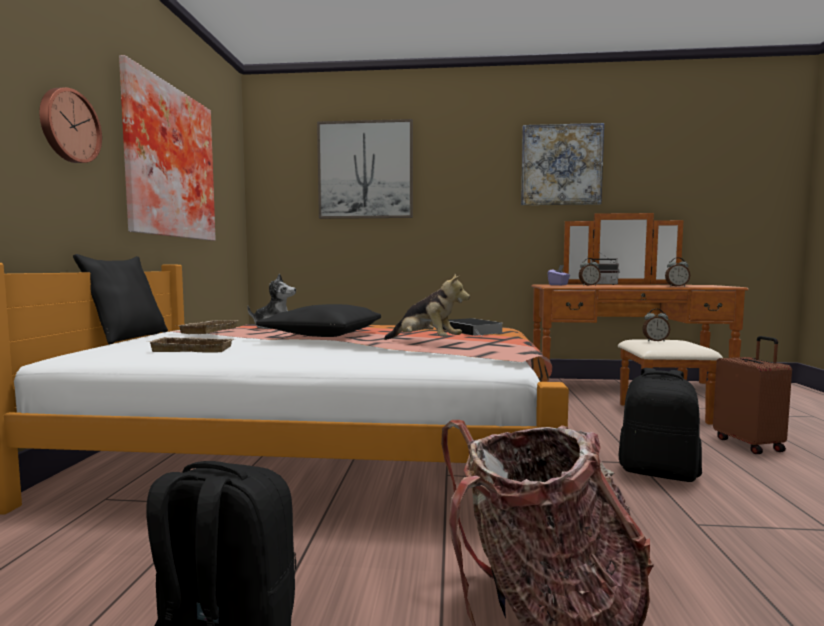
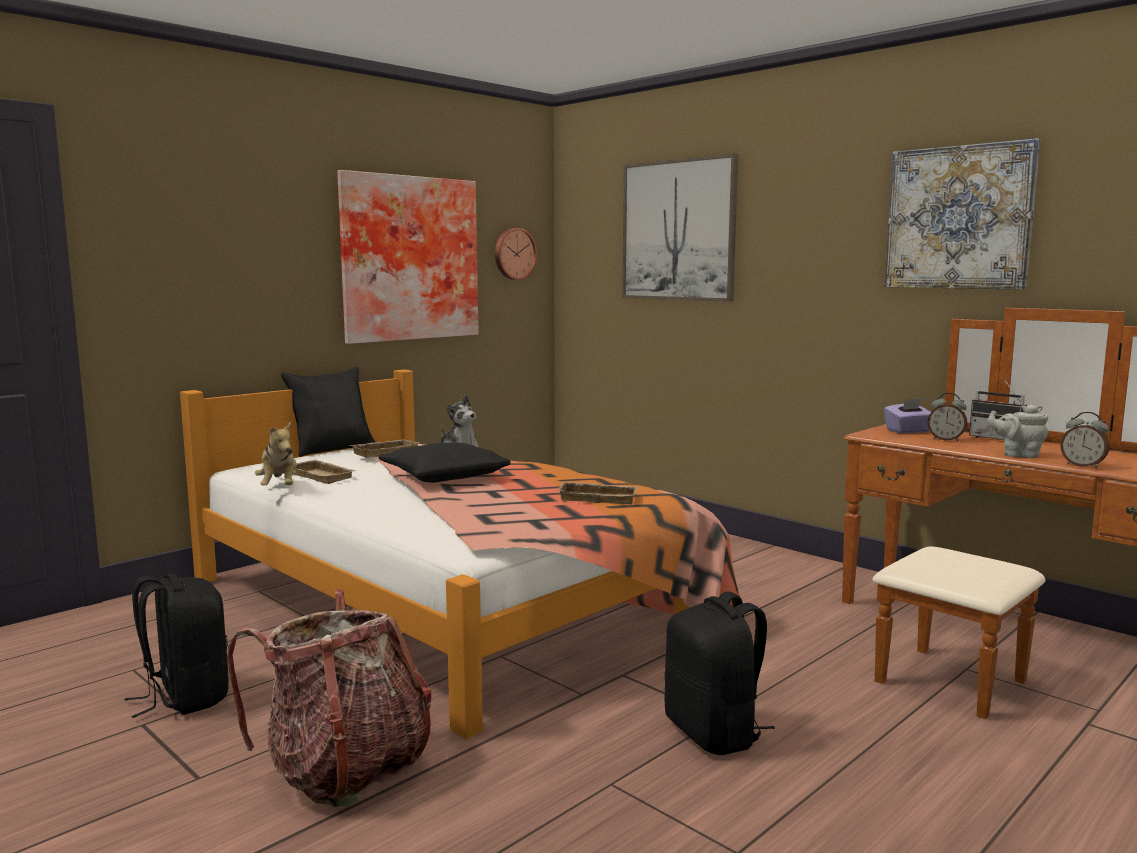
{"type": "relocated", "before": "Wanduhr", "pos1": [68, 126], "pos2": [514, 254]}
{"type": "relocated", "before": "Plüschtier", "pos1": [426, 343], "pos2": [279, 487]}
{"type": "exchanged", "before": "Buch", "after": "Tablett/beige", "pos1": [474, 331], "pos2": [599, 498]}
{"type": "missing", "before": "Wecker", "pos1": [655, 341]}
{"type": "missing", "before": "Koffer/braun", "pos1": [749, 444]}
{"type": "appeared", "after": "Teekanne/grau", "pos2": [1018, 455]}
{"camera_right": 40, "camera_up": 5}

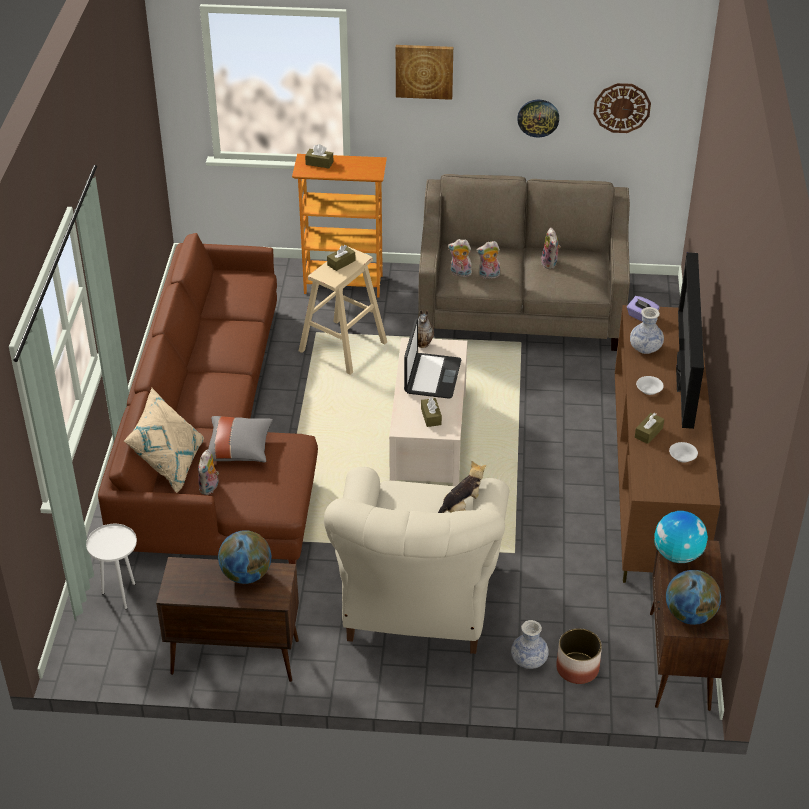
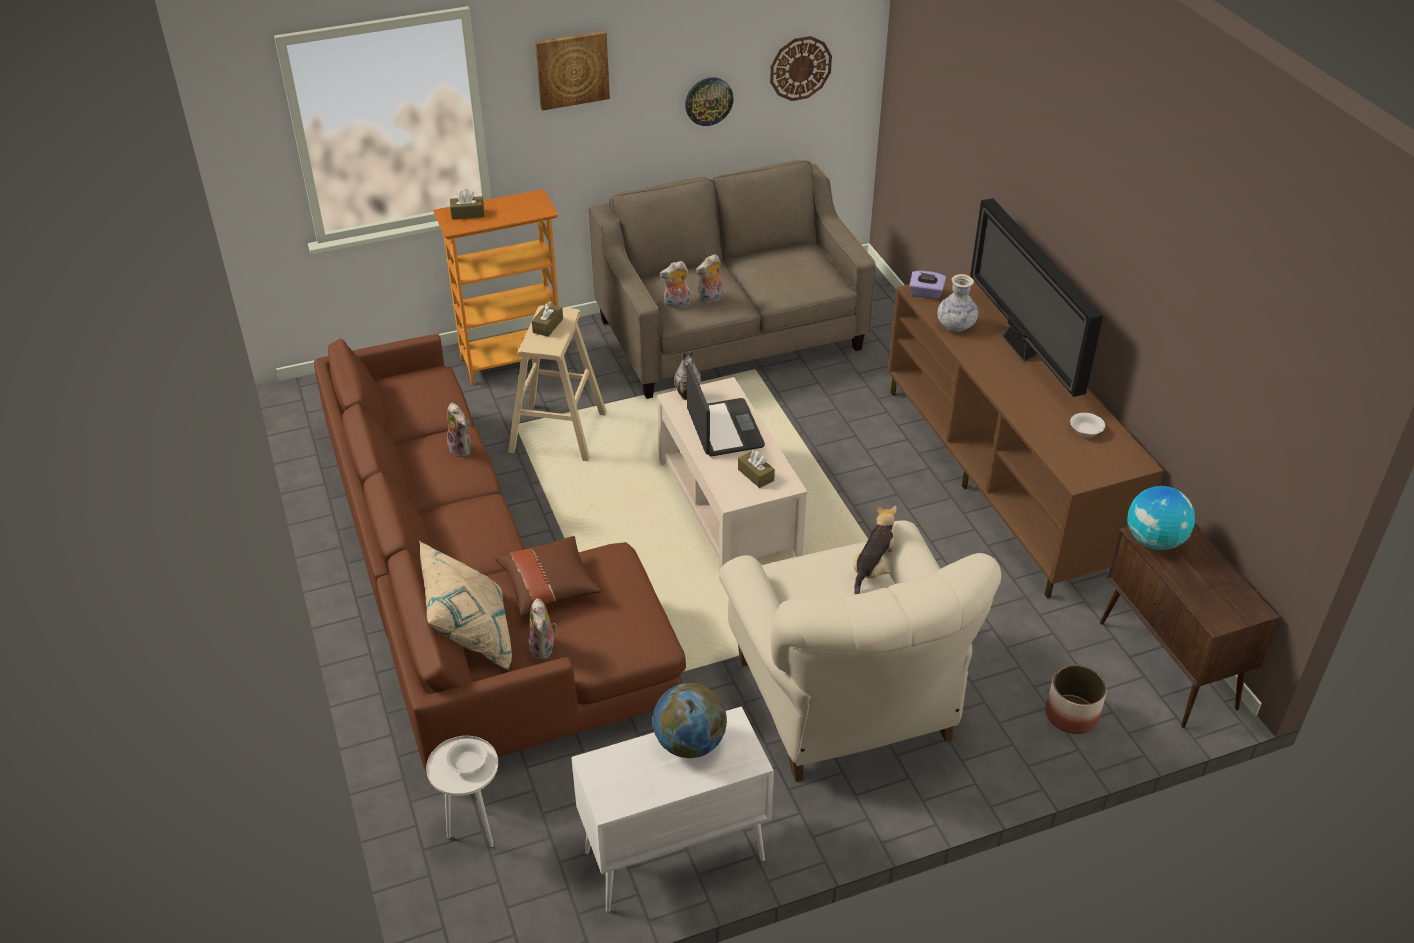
{"type": "colour", "before": "Schrank/braun", "after": "Schrank/weiß", "pos1": [233, 657], "pos2": [672, 857]}
{"type": "colour", "before": "Kissen/grau", "after": "Kissen/braun", "pos1": [239, 449], "pos2": [549, 587]}
{"type": "missing", "before": "Vase", "pos1": [529, 660]}
{"type": "relocated", "before": "Plüschtier", "pos1": [550, 264], "pos2": [462, 449]}
{"type": "missing", "before": "Taschentuchbox/braun", "pos1": [648, 433]}
{"type": "relocated", "before": "Schüssel/weiß", "pos1": [649, 390], "pos2": [467, 762]}
{"type": "missing", "before": "Globus", "pos1": [690, 615]}
{"camera_right": -25, "camera_up": 0}

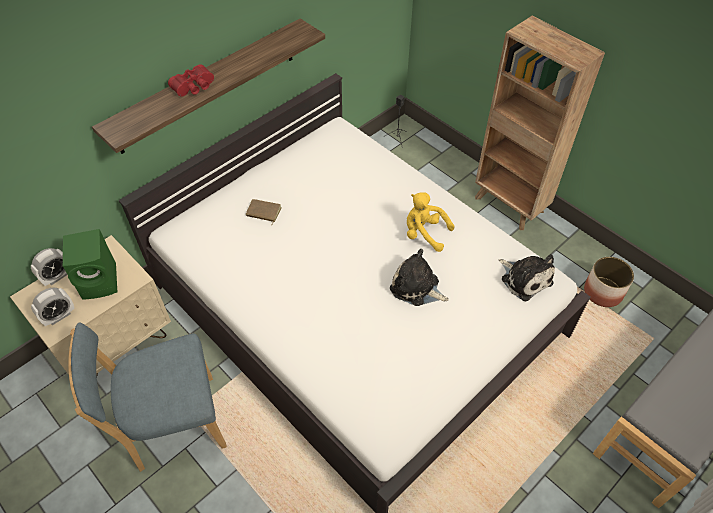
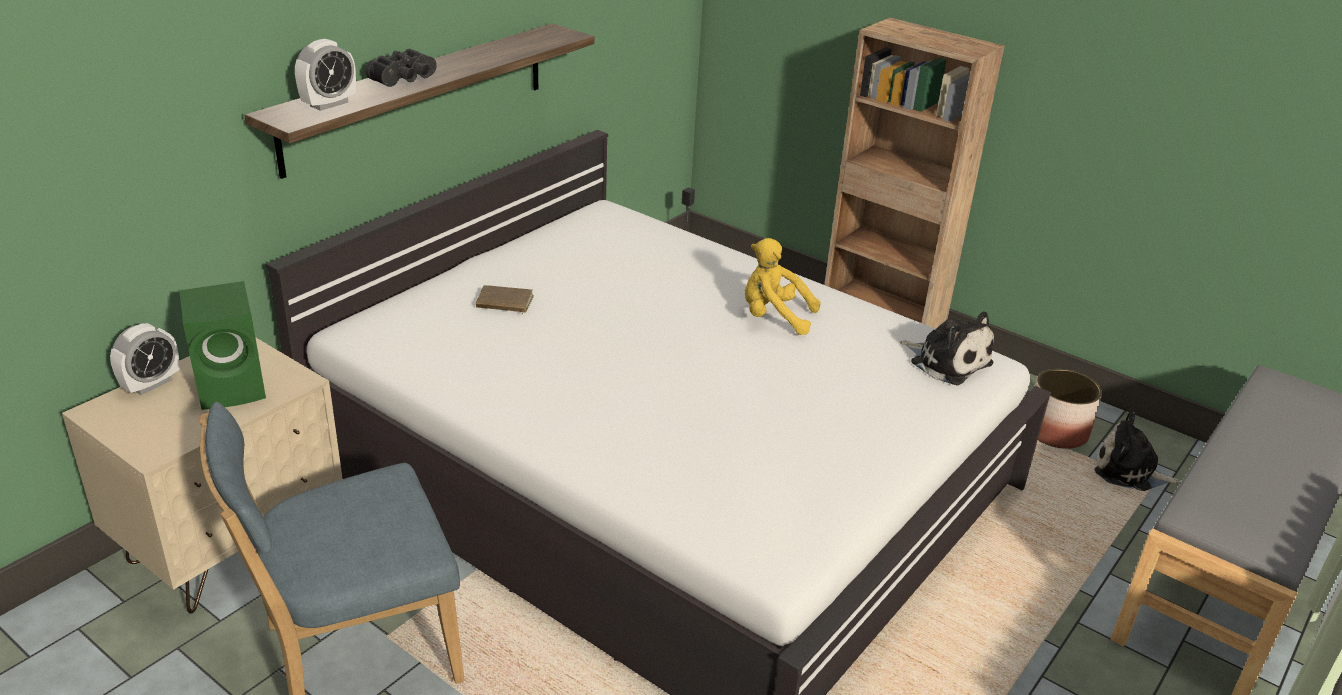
{"type": "relocated", "before": "Wecker", "pos1": [59, 316], "pos2": [329, 104]}
{"type": "colour", "before": "Fernglas/rot", "after": "Fernglas/schwarz", "pos1": [194, 87], "pos2": [406, 79]}
{"type": "relocated", "before": "Plüschtier", "pos1": [417, 287], "pos2": [1129, 471]}
{"camera_right": -10, "camera_up": -20}

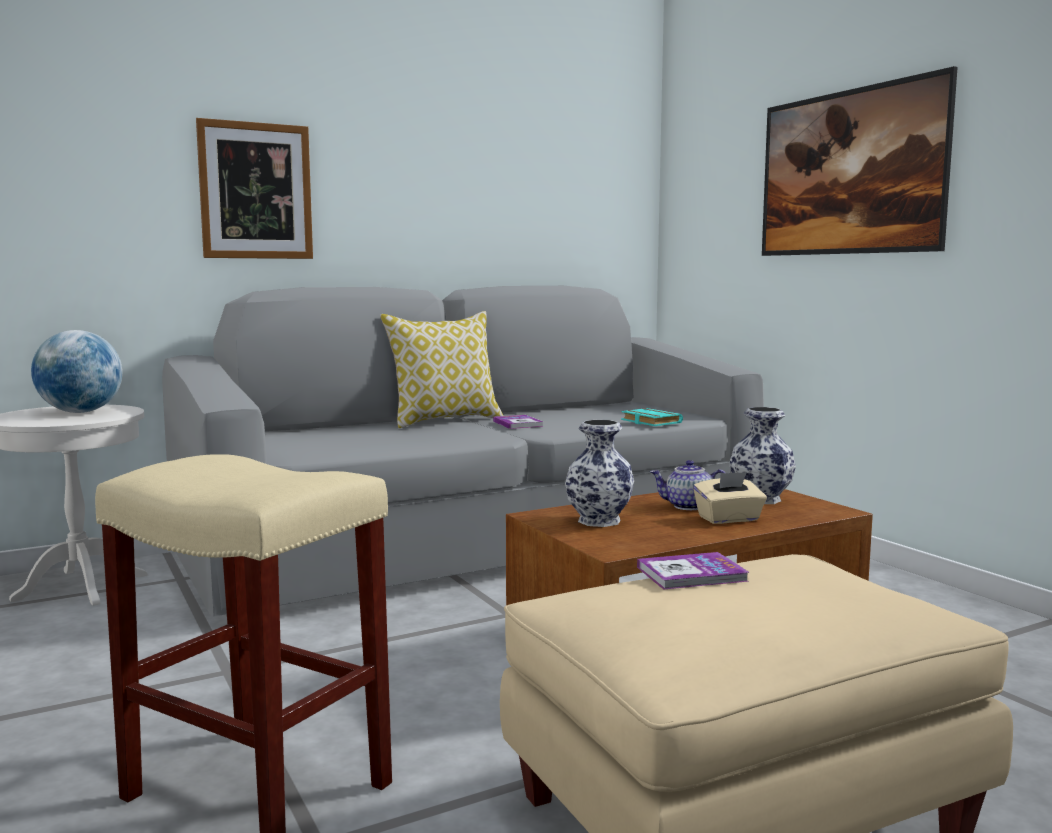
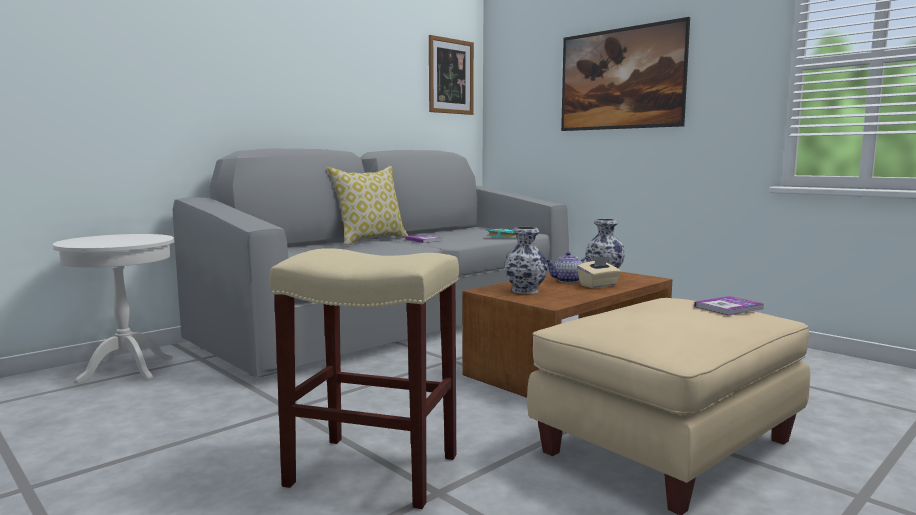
{"type": "missing", "before": "Globus", "pos1": [80, 412]}
{"type": "relocated", "before": "Bild", "pos1": [256, 191], "pos2": [450, 76]}
{"type": "relocated", "before": "Buch", "pos1": [691, 574], "pos2": [729, 308]}
{"camera_right": -15, "camera_up": 0}

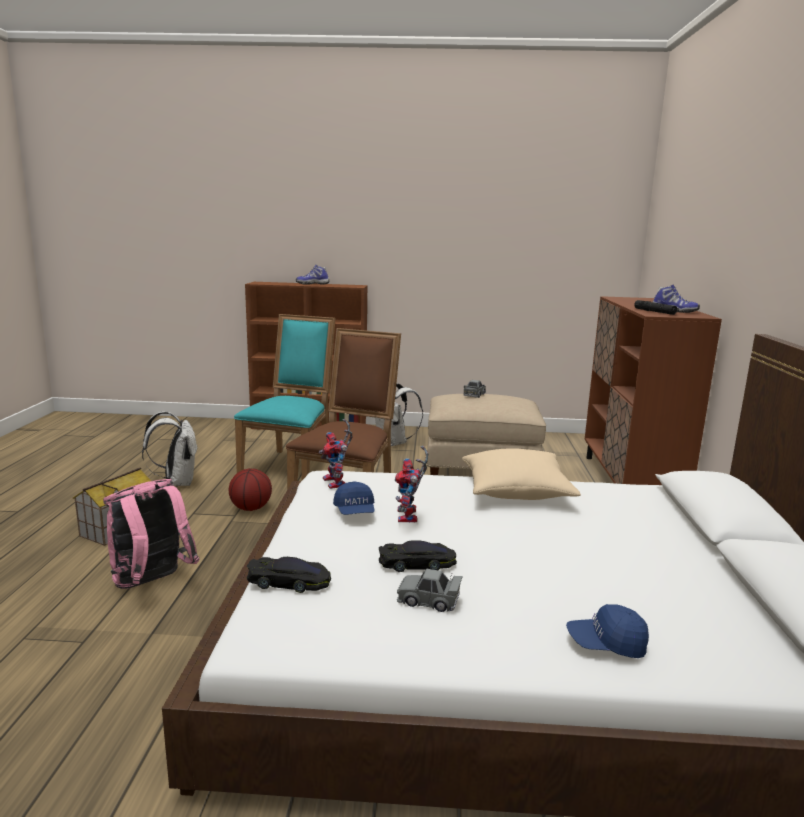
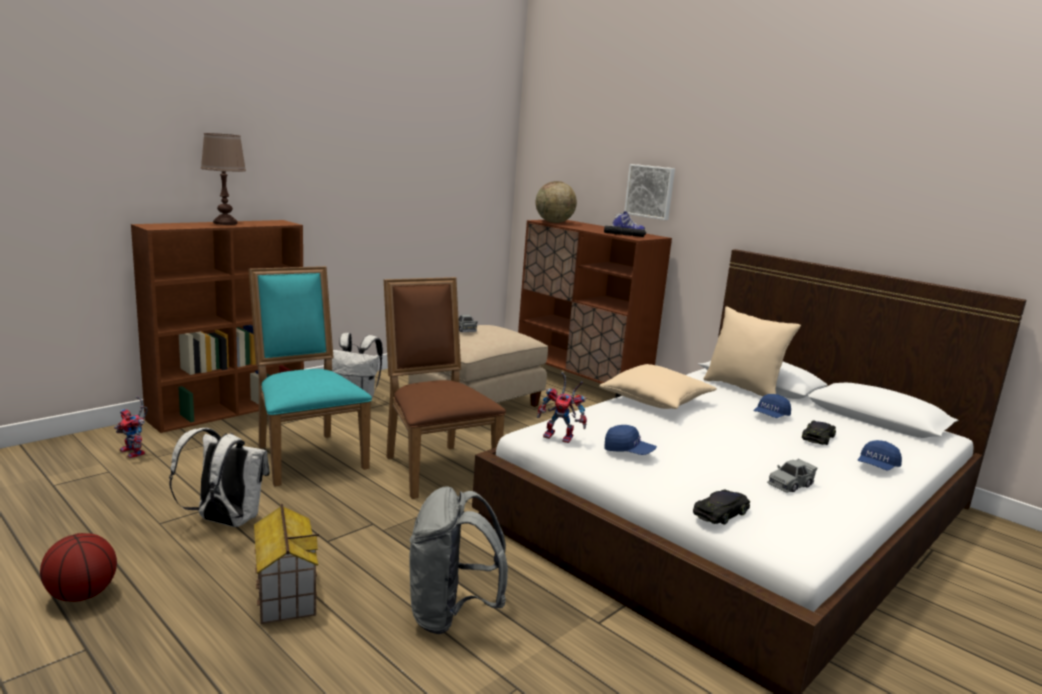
{"type": "colour", "before": "Rucksack/rosa", "after": "Rucksack/grau", "pos1": [151, 583], "pos2": [451, 614]}
{"type": "relocated", "before": "Basketball", "pos1": [251, 508], "pos2": [82, 594]}
{"type": "exchanged", "before": "Schuh", "after": "Tischlampe/braun", "pos1": [312, 284], "pos2": [225, 223]}
{"type": "relocated", "before": "Spielzeugauto/schwarz", "pos1": [417, 563], "pos2": [818, 437]}
{"type": "relocated", "before": "Spielzeugroboter", "pos1": [410, 517], "pos2": [135, 452]}
{"type": "appeared", "after": "Globus", "pos2": [554, 222]}
{"type": "appeared", "after": "Bild", "pos2": [650, 191]}
{"type": "appeared", "after": "Kissen/beige", "pos2": [743, 388]}
{"type": "appeared", "after": "Kappe/blau", "pos2": [770, 416]}
{"camera_right": -50, "camera_up": 0}

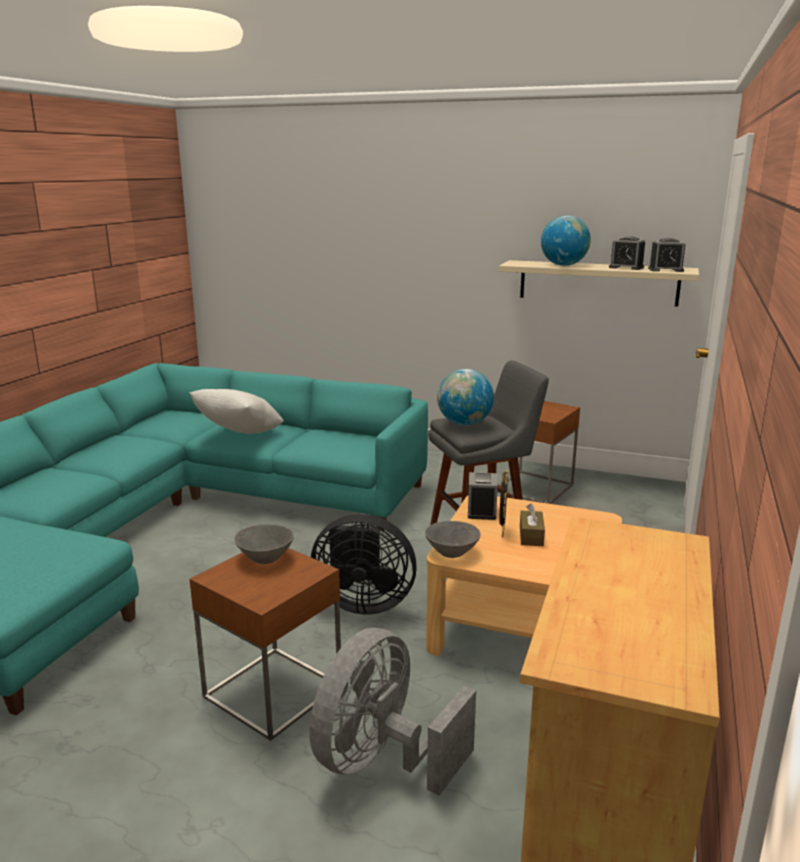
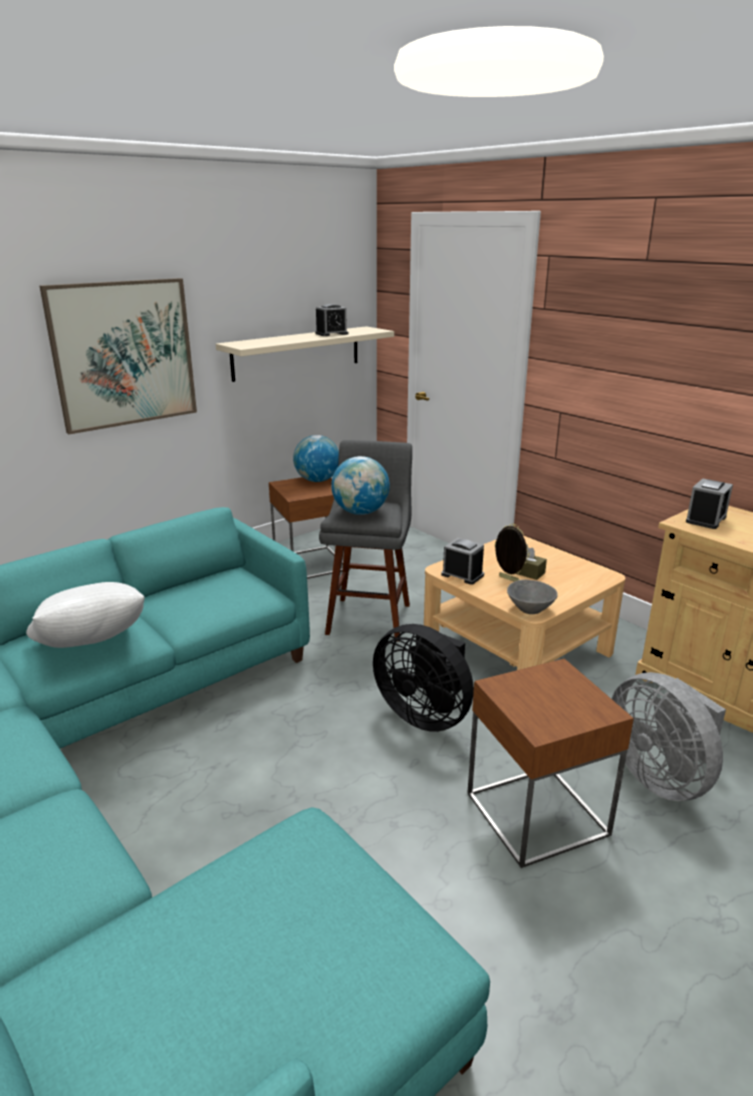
{"type": "missing", "before": "Schüssel/grau", "pos1": [265, 558]}
{"type": "spun", "before": "Ventilator/schwarz", "pos1": [362, 603], "pos2": [425, 714], "turn": 90}
{"type": "relocated", "before": "Globus", "pos1": [563, 265], "pos2": [317, 480]}
{"type": "relocated", "before": "Wecker", "pos1": [665, 270], "pos2": [706, 519]}
{"type": "appeared", "after": "Bild", "pos2": [124, 354]}
{"camera_right": -60, "camera_up": 5}

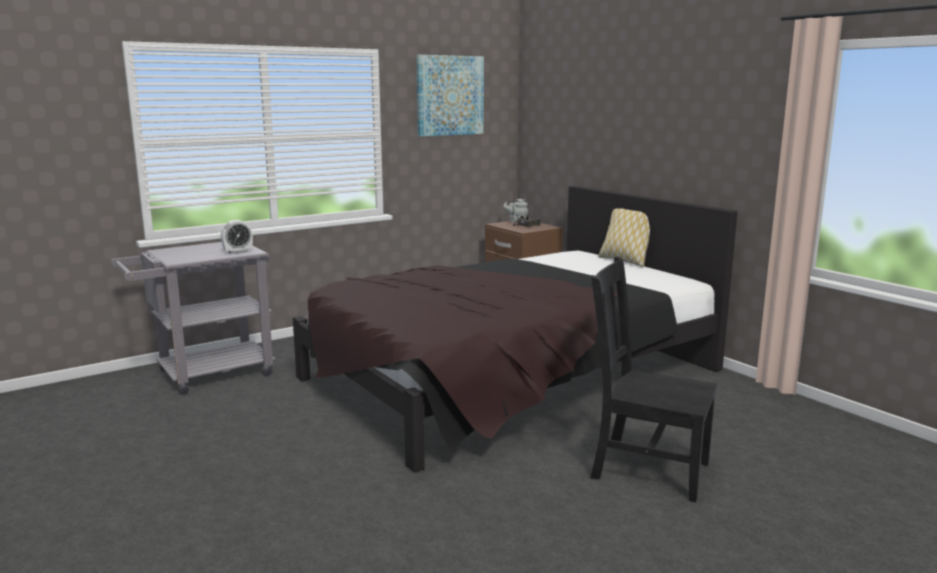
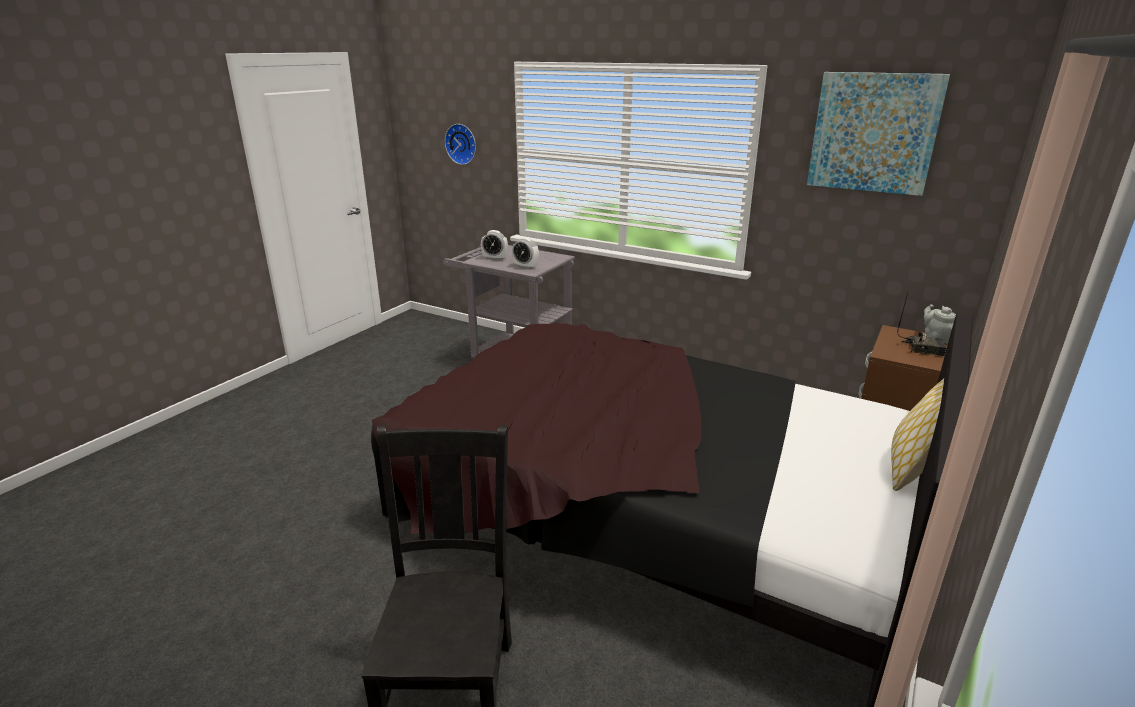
{"type": "appeared", "after": "Wanduhr", "pos2": [462, 144]}
{"type": "appeared", "after": "Wecker", "pos2": [495, 258]}
{"camera_right": 65, "camera_up": 10}

